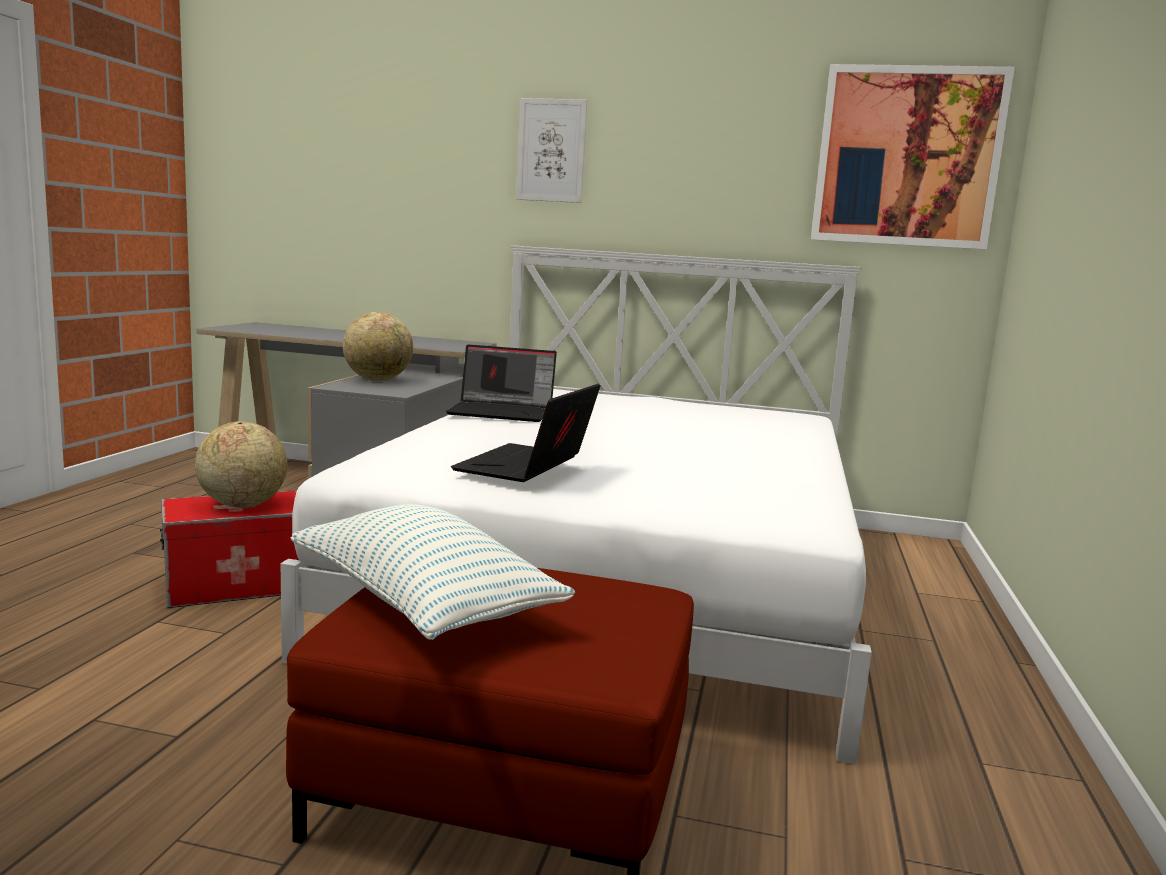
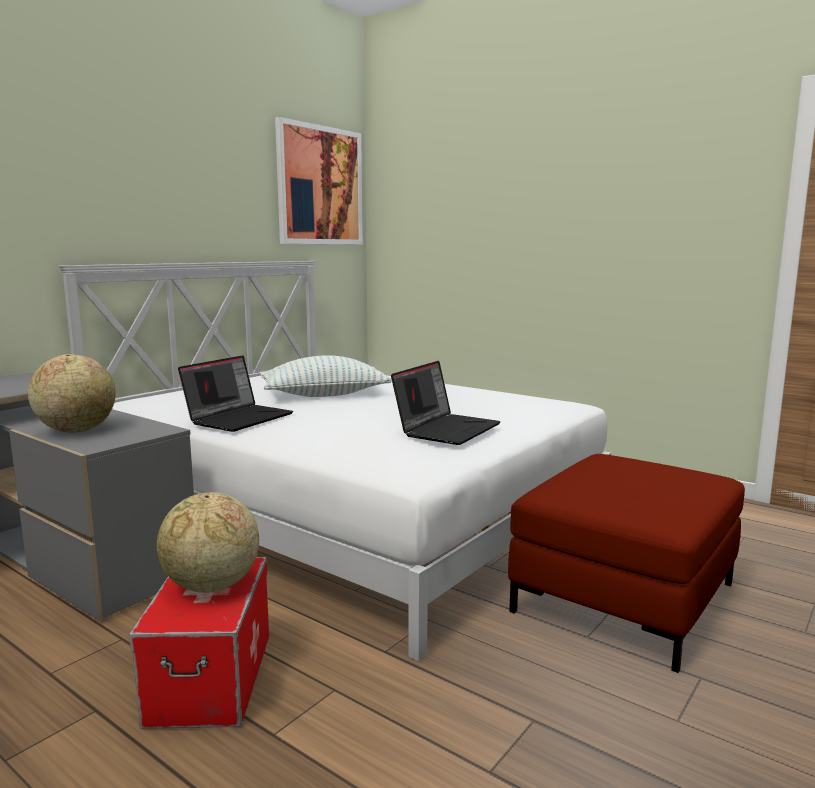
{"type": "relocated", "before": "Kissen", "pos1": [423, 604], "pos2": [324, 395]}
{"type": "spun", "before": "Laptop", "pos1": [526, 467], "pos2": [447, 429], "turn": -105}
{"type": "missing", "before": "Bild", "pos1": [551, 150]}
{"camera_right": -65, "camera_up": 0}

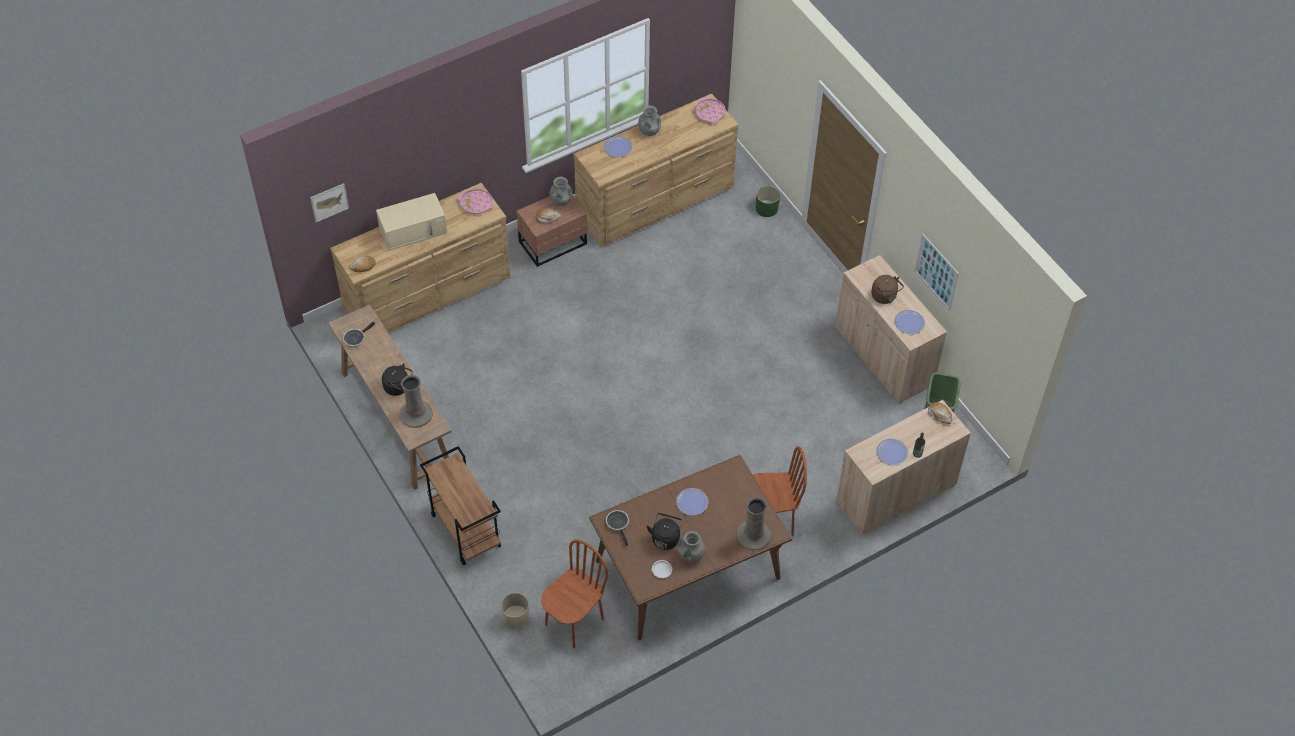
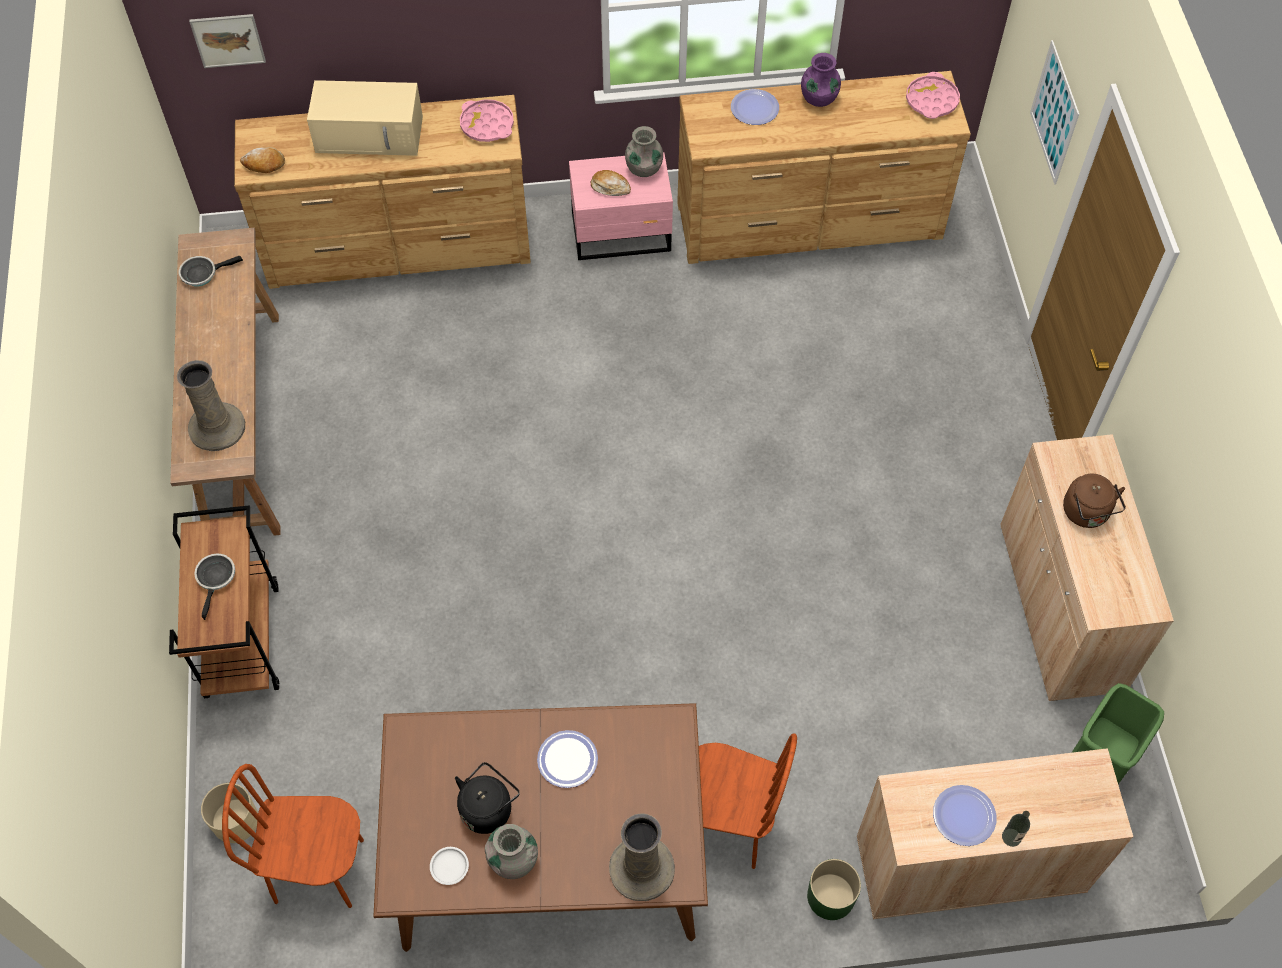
{"type": "missing", "before": "Wasserkessel/schwarz", "pos1": [398, 387]}
{"type": "colour", "before": "Nachttisch/braun", "after": "Nachttisch/rosa", "pos1": [554, 243], "pos2": [622, 234]}
{"type": "spun", "before": "Stuhl/braun", "pos1": [574, 621], "pos2": [319, 869], "turn": -150}
{"type": "relocated", "before": "Pfanne", "pos1": [618, 524], "pos2": [216, 579]}
{"type": "colour", "before": "Vase/grau", "after": "Vase/lila", "pos1": [649, 131], "pos2": [818, 98]}
{"type": "relocated", "before": "Pflanzkübel/grün", "pos1": [767, 208], "pos2": [831, 897]}
{"type": "missing", "before": "Teller", "pos1": [909, 322]}
{"type": "relocated", "before": "Bild", "pos1": [936, 272], "pos2": [1054, 113]}
{"type": "missing", "before": "Brot", "pos1": [940, 415]}
{"camera_right": 25, "camera_up": 5}

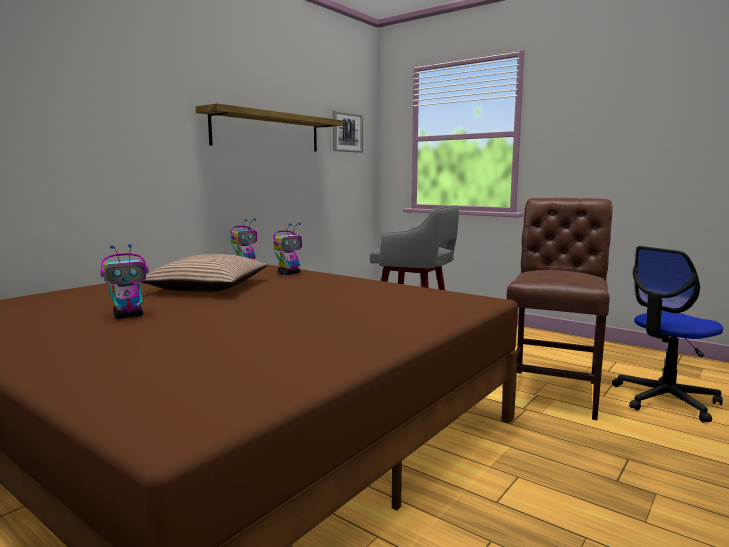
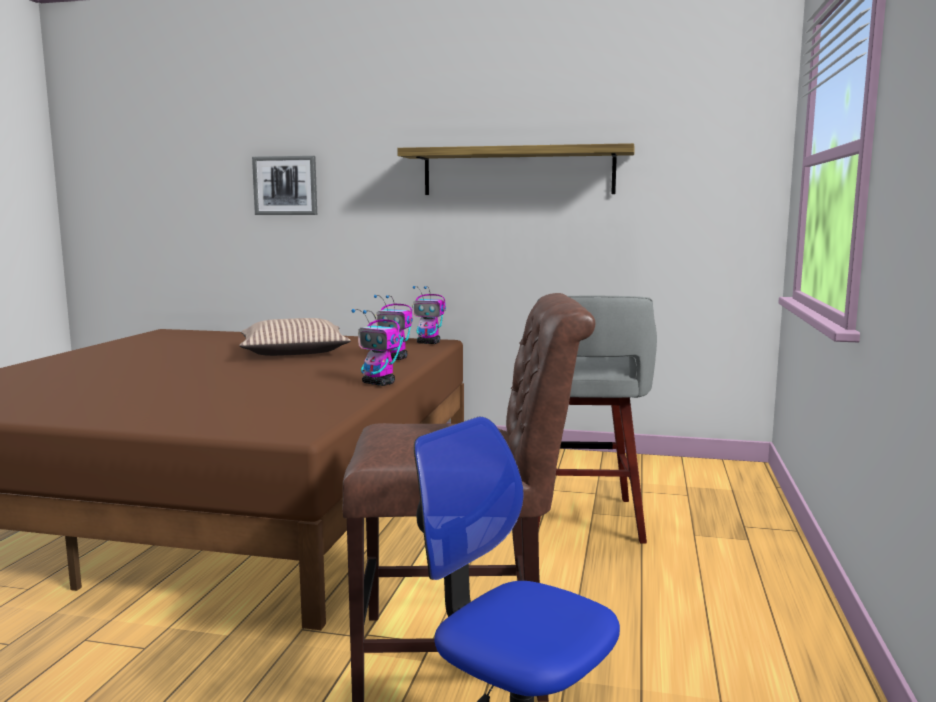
{"type": "relocated", "before": "Spielzeugroboter", "pos1": [129, 316], "pos2": [379, 383]}
{"type": "relocated", "before": "Bild", "pos1": [347, 132], "pos2": [285, 185]}
{"camera_right": 65, "camera_up": 0}

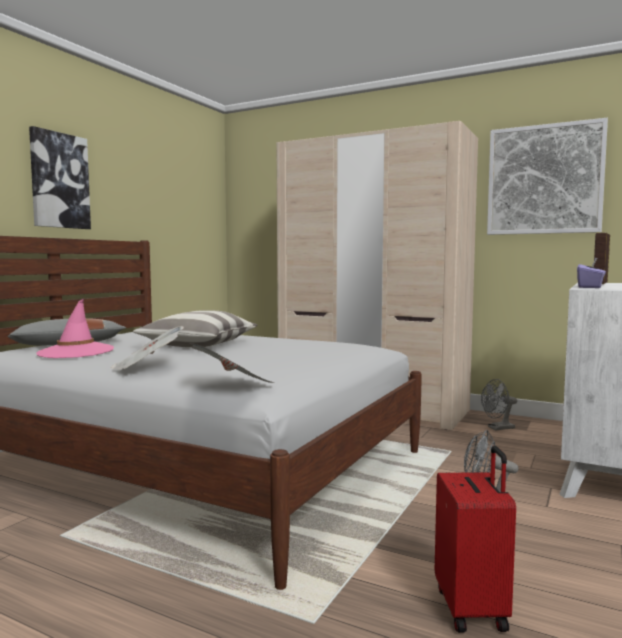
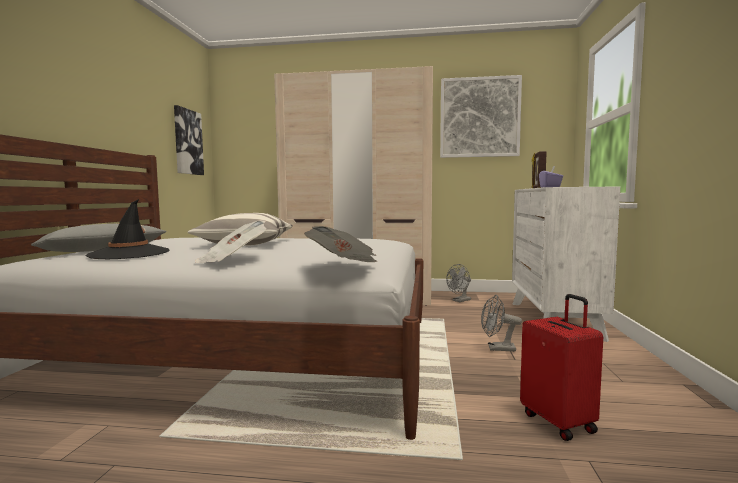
{"type": "relocated", "before": "Bild", "pos1": [59, 180], "pos2": [187, 142]}
{"type": "colour", "before": "Hut/rosa", "after": "Hut/schwarz", "pos1": [76, 352], "pos2": [129, 254]}
{"camera_right": -20, "camera_up": 0}

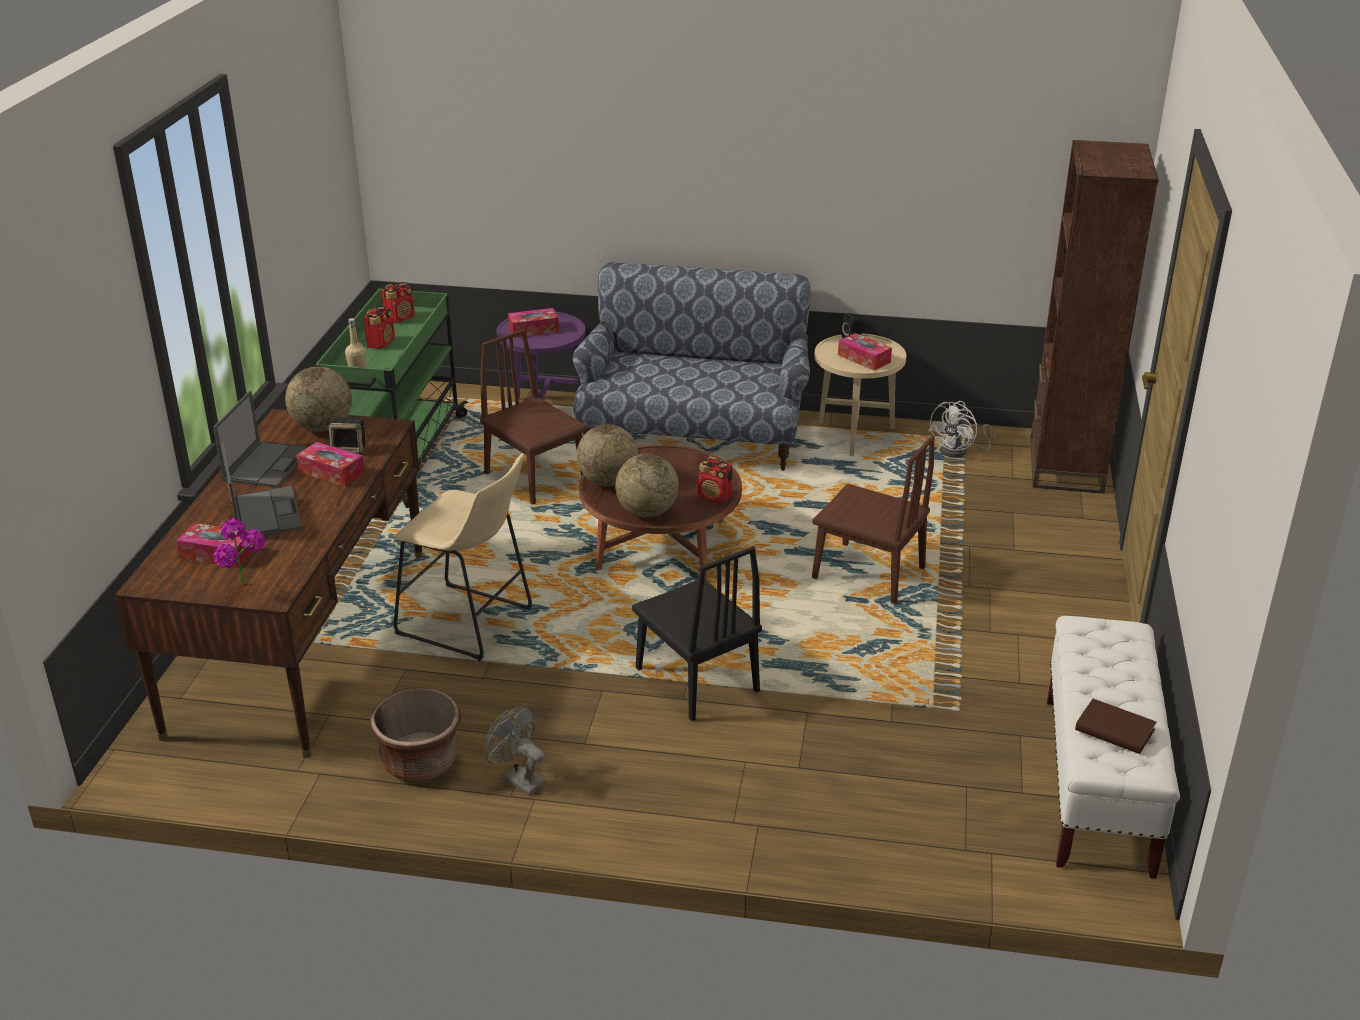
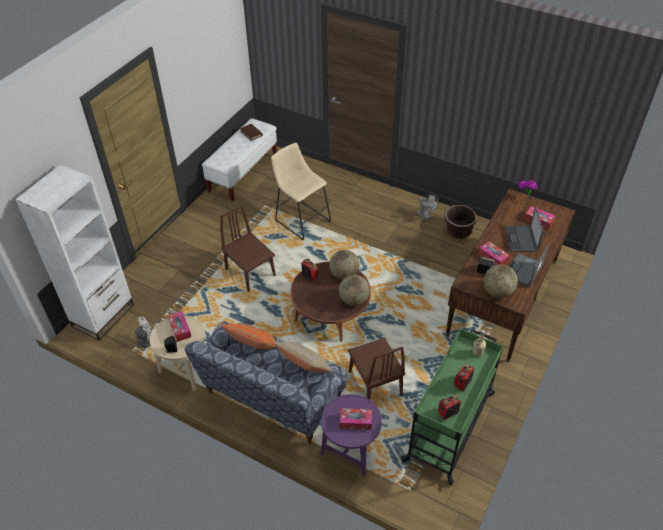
{"type": "relocated", "before": "Hocker/beige", "pos1": [470, 625], "pos2": [301, 219]}
{"type": "missing", "before": "Stuhl/schwarz", "pos1": [696, 680]}
{"type": "colour", "before": "Bücherregal/braun", "after": "Bücherregal/weiß", "pos1": [1065, 465], "pos2": [103, 315]}
{"type": "appeared", "after": "Kissen/orange", "pos2": [253, 348]}
{"type": "appeared", "after": "Kissen/beige", "pos2": [304, 368]}
{"camera_right": -160, "camera_up": 15}

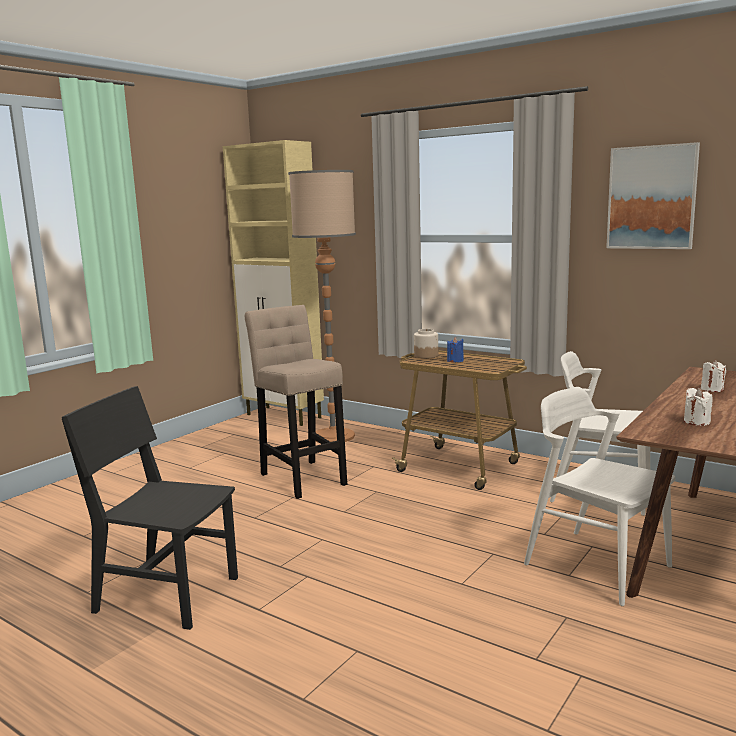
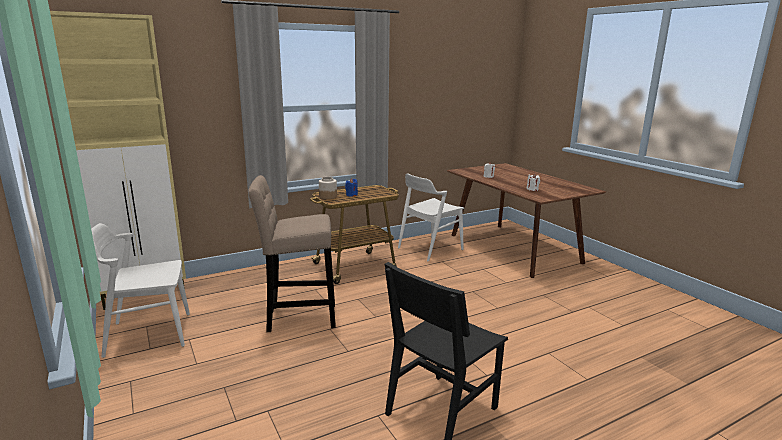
{"type": "missing", "before": "Stehlampe", "pos1": [333, 436]}
{"type": "relocated", "before": "Stuhl/weiß", "pos1": [596, 565], "pos2": [148, 334]}
{"type": "missing", "before": "Bild", "pos1": [651, 197]}
{"camera_right": -65, "camera_up": 5}

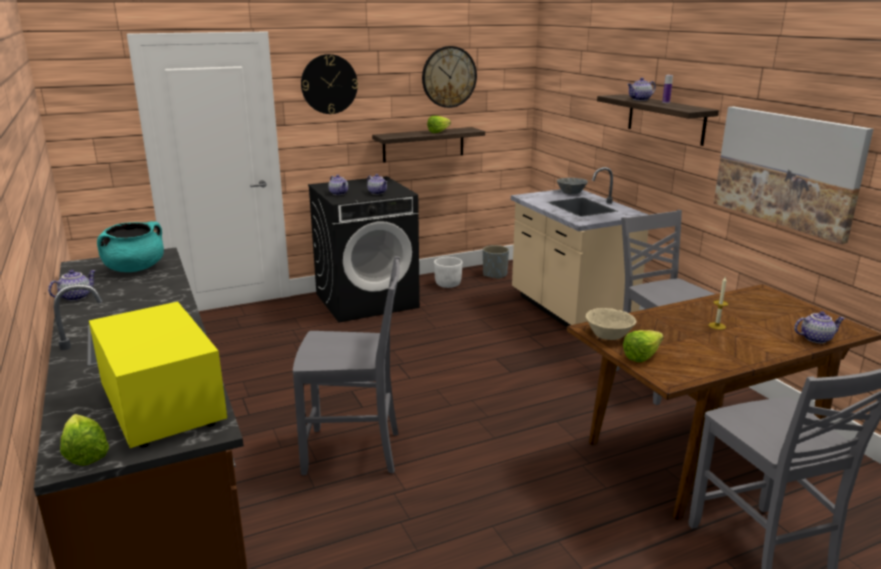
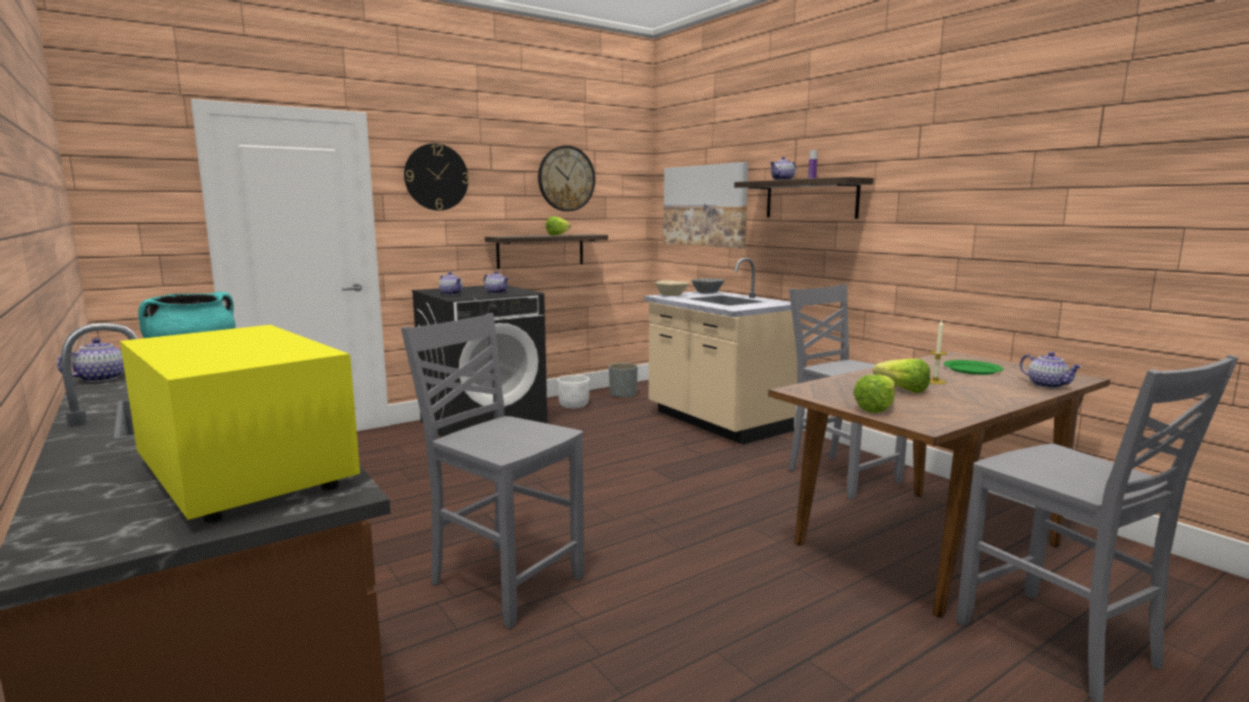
{"type": "relocated", "before": "Salatkopf", "pos1": [86, 451], "pos2": [898, 389]}
{"type": "spun", "before": "Stuhl/grau", "pos1": [354, 452], "pos2": [504, 581], "turn": -135}
{"type": "relocated", "before": "Schüssel/beige", "pos1": [609, 335], "pos2": [671, 295]}
{"type": "relocated", "before": "Bild", "pos1": [786, 170], "pos2": [704, 205]}
{"type": "spun", "before": "Teekanne", "pos1": [815, 338], "pos2": [1048, 385], "turn": 75}
{"type": "appeared", "after": "Teller/grün", "pos2": [973, 369]}
{"camera_right": -10, "camera_up": -10}

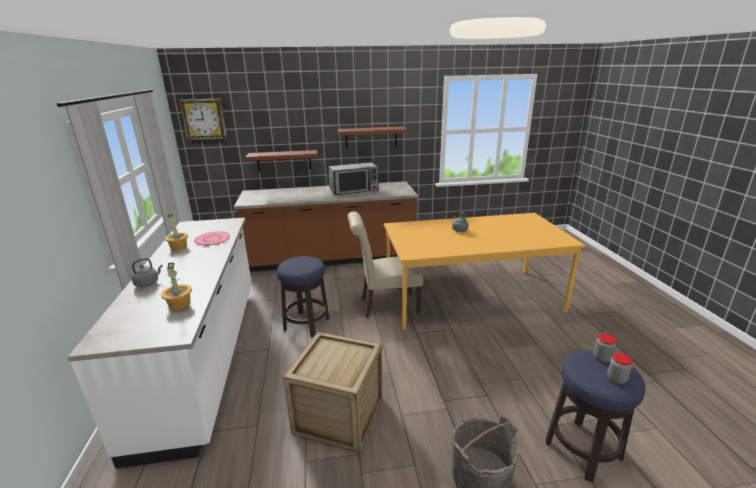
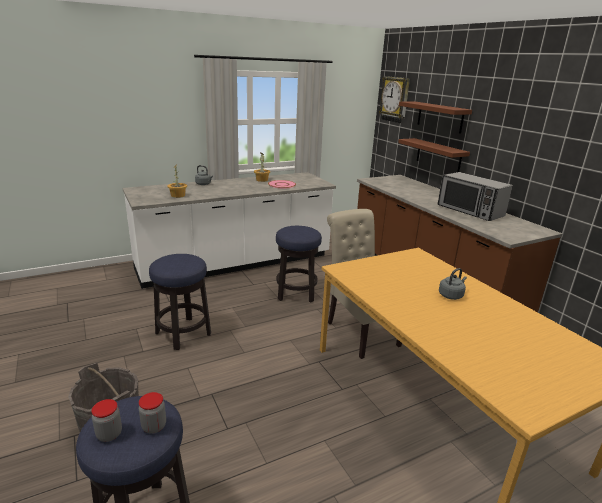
{"type": "exchanged", "before": "Kiste", "after": "Hocker", "pos1": [339, 414], "pos2": [183, 333]}
{"type": "relocated", "before": "Wandregal/braun", "pos1": [371, 137], "pos2": [440, 117]}
{"camera_right": 70, "camera_up": 0}

